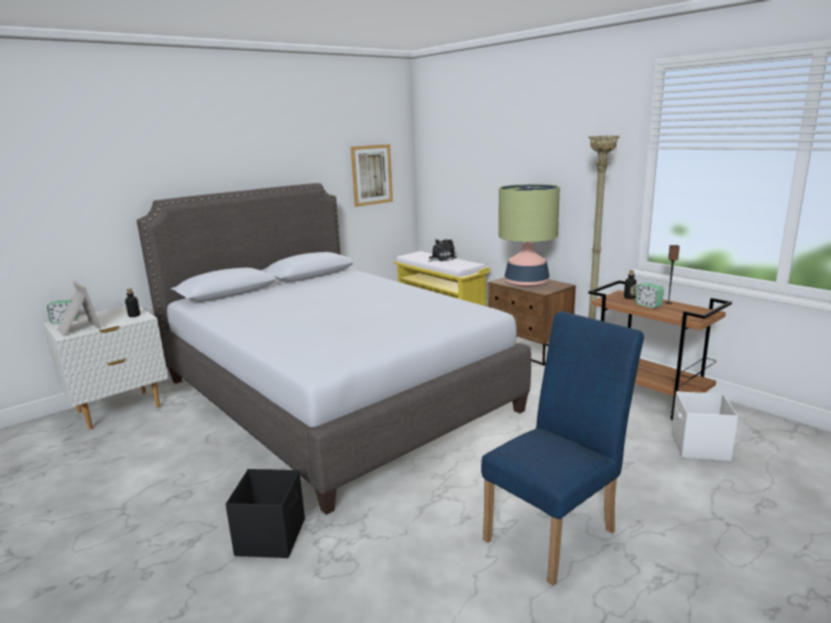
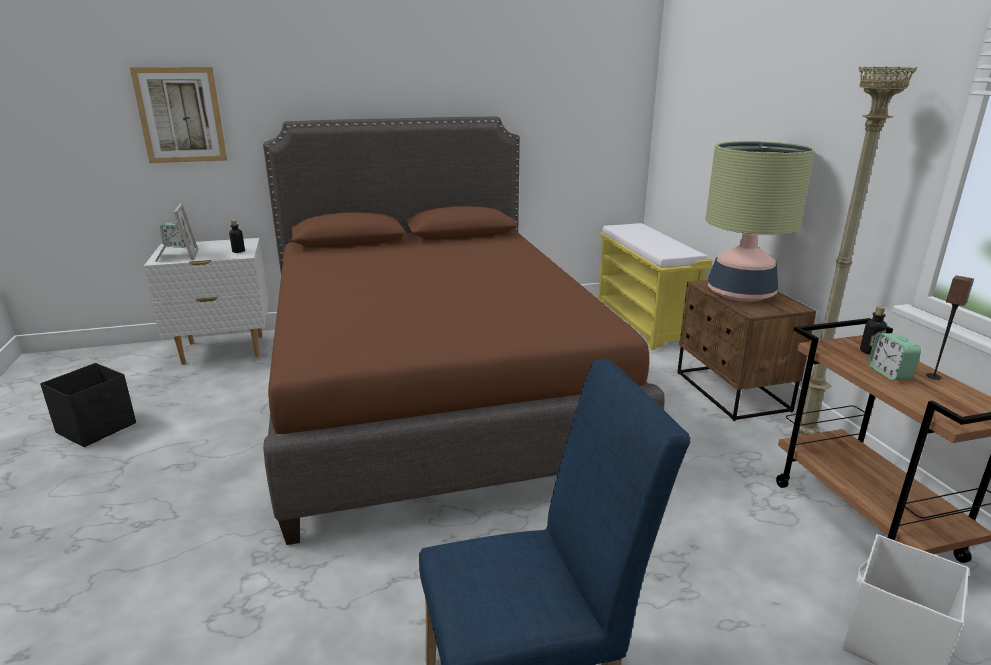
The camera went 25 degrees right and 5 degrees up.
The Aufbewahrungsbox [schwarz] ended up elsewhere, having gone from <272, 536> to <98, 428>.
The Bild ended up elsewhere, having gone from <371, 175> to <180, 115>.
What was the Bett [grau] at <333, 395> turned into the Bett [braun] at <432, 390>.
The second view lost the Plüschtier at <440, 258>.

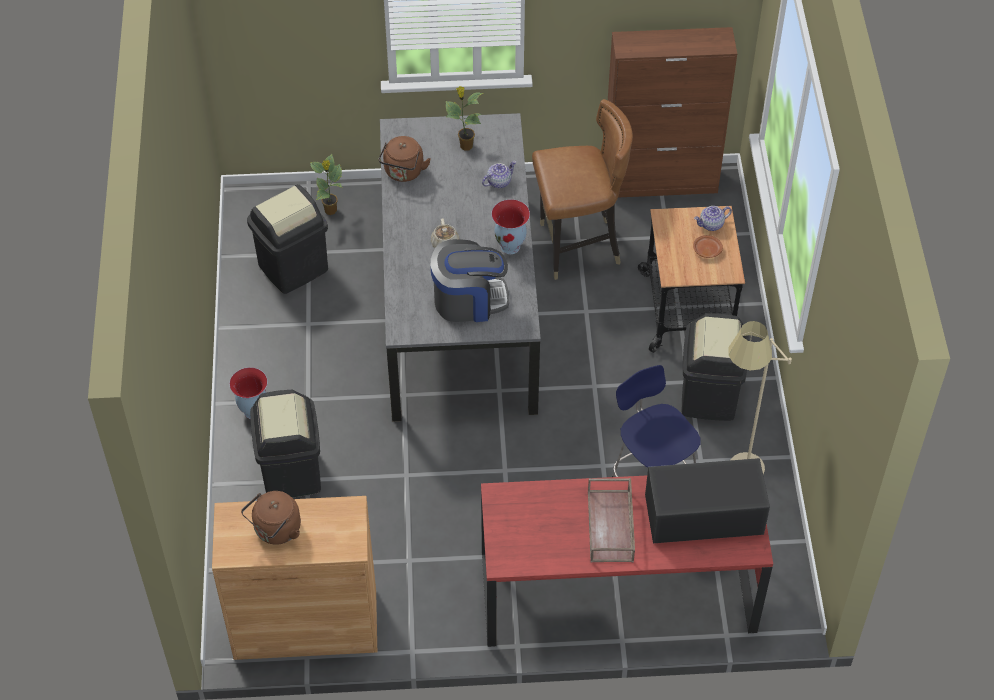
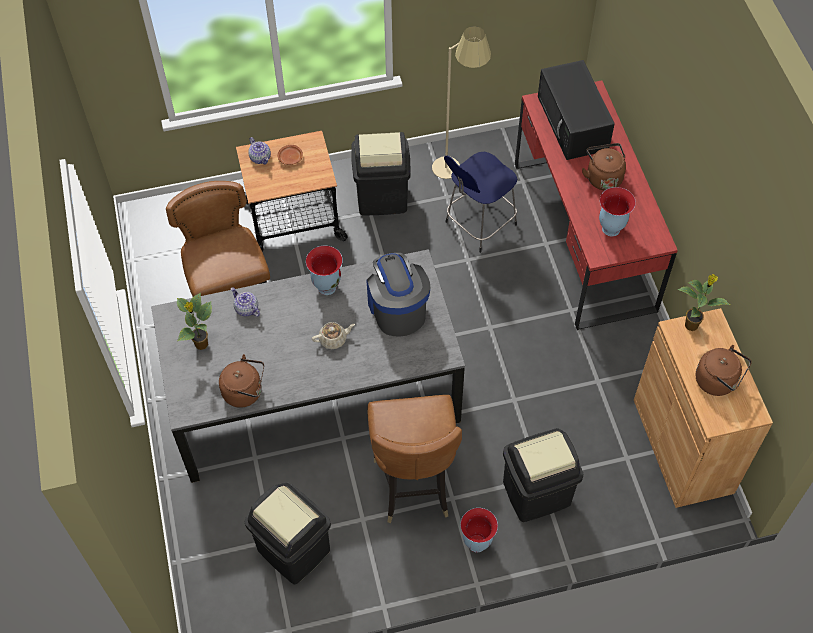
The camera went 100 degrees left and 5 degrees up.
The second view gained the Stuhl [braun] at <413, 485>.
Where the Tablett [braun] stood at <611, 527>, the Wasserkessel [braun] came to stand at <603, 177>.
The second view gained the Vase at <610, 228>.
The Topfpflanze ended up elsewhere, having gone from <330, 211> to <692, 324>.
The second view lost the Schrank [braun] at <660, 182>.

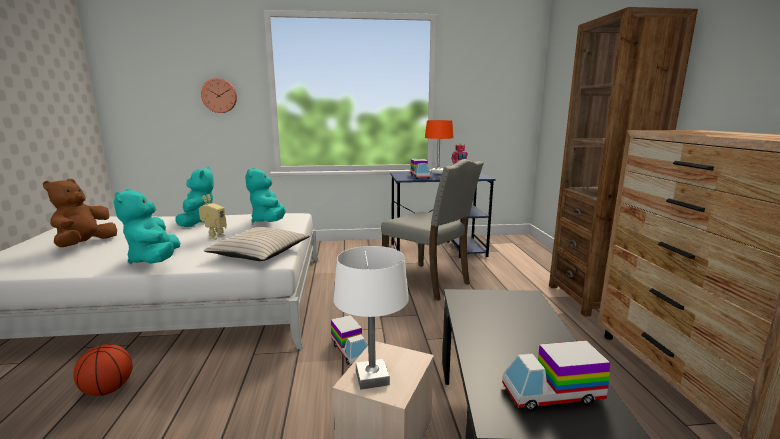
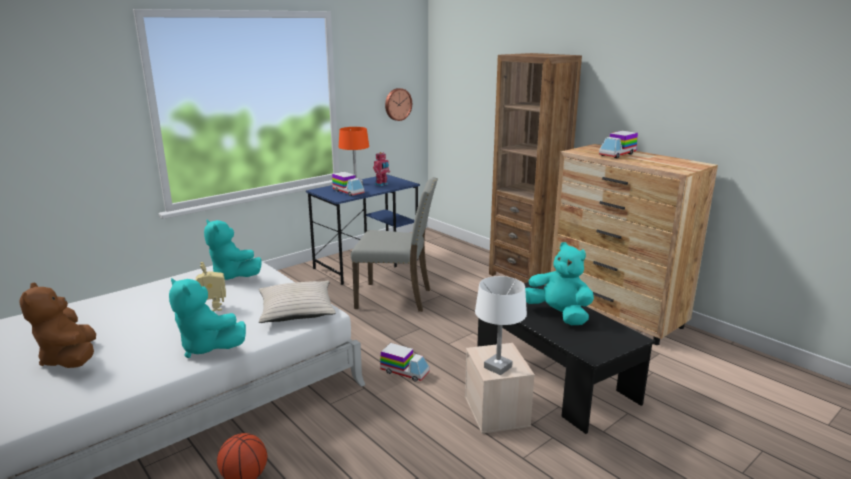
The camera went 35 degrees left and 5 degrees up.
The Wanduhr ended up elsewhere, having gone from <219, 95> to <397, 104>.
The Plüschtier [türkis] ended up elsewhere, having gone from <197, 222> to <558, 314>.
The Spielzeuglaster ended up elsewhere, having gone from <552, 394> to <617, 154>.

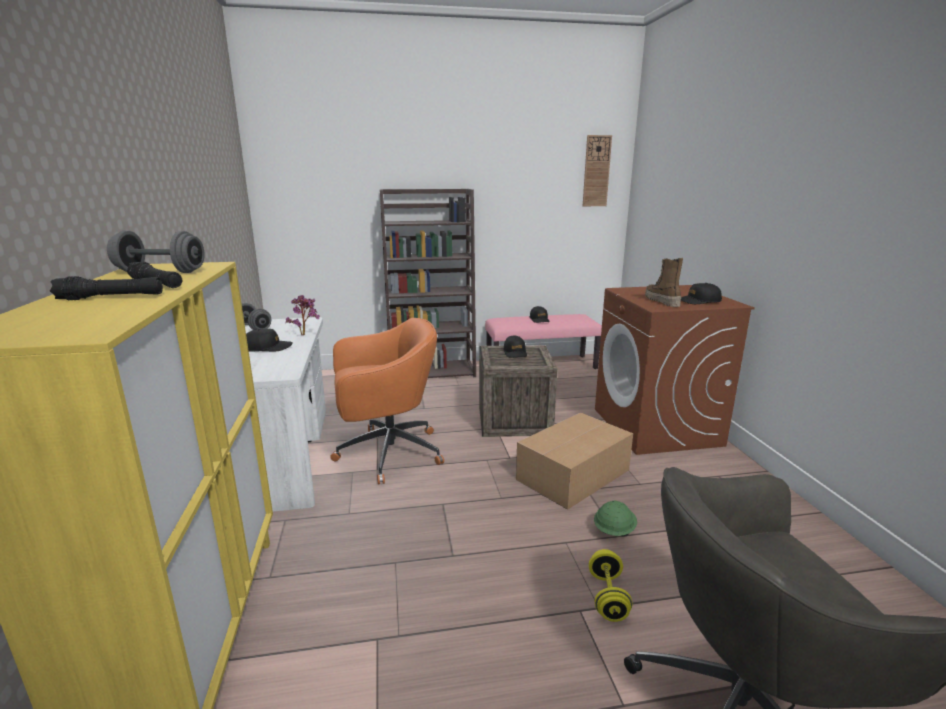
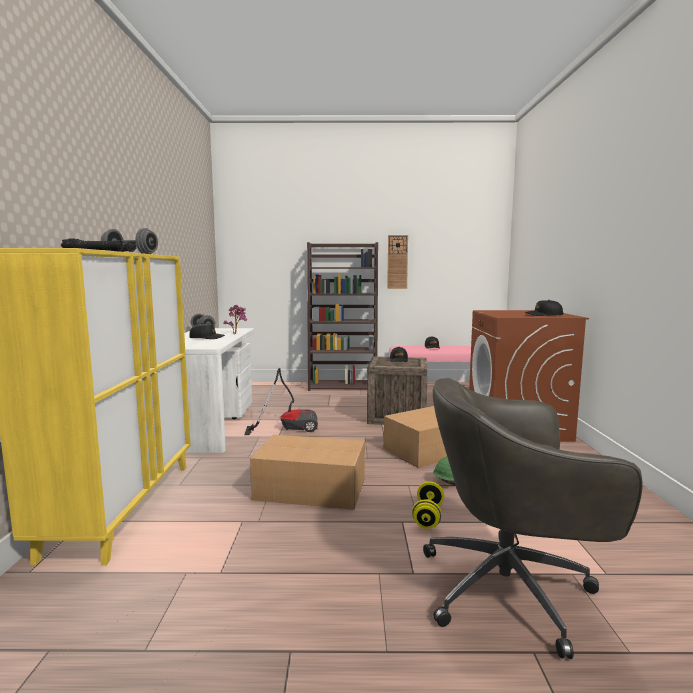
The camera went 10 degrees right and 10 degrees down.
Where the Bürostuhl [orange] stood at <387, 453>, the Staubsauger came to stand at <289, 428>.
The second view gained the Karton at <309, 488>.
The Wanduhr ended up elsewhere, having gone from <596, 171> to <397, 262>.
The second view lost the Stiefel at <661, 301>.

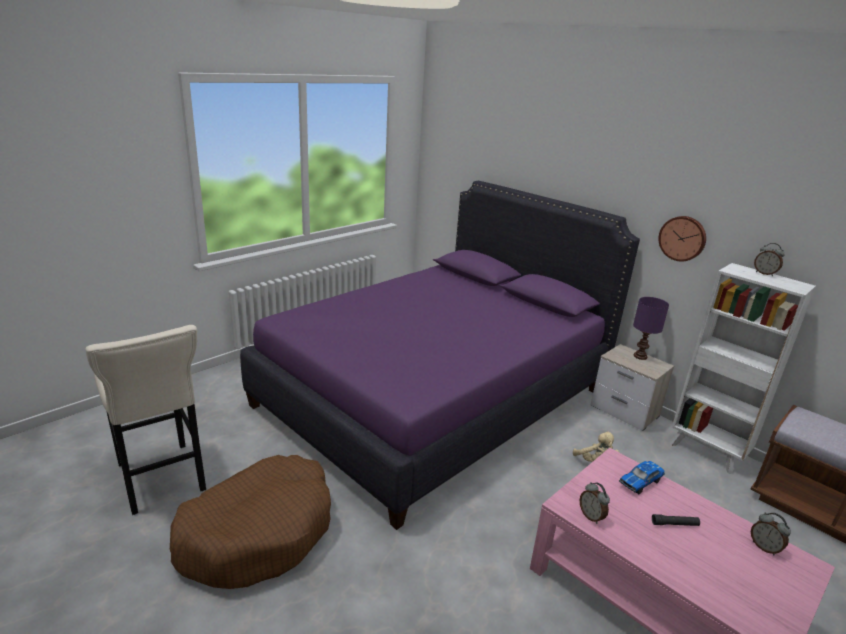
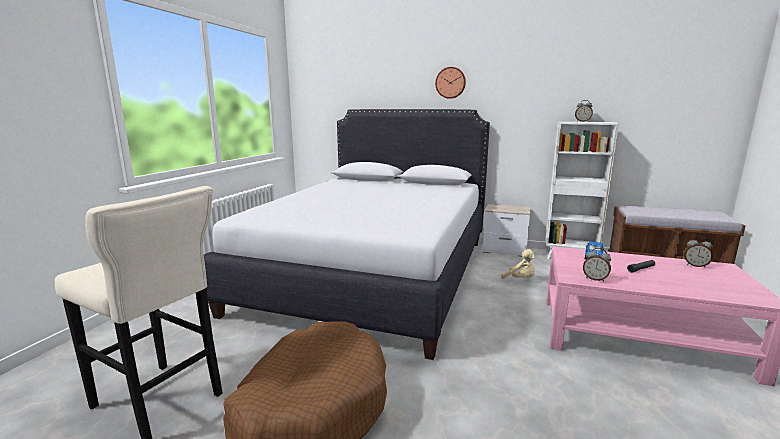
The camera went 25 degrees left and 10 degrees down.
What was the Bett [lila] at <433, 397> turned into the Bett [weiß] at <373, 273>.
The Wanduhr ended up elsewhere, having gone from <682, 238> to <450, 83>.
The second view lost the Tischlampe [lila] at <640, 356>.

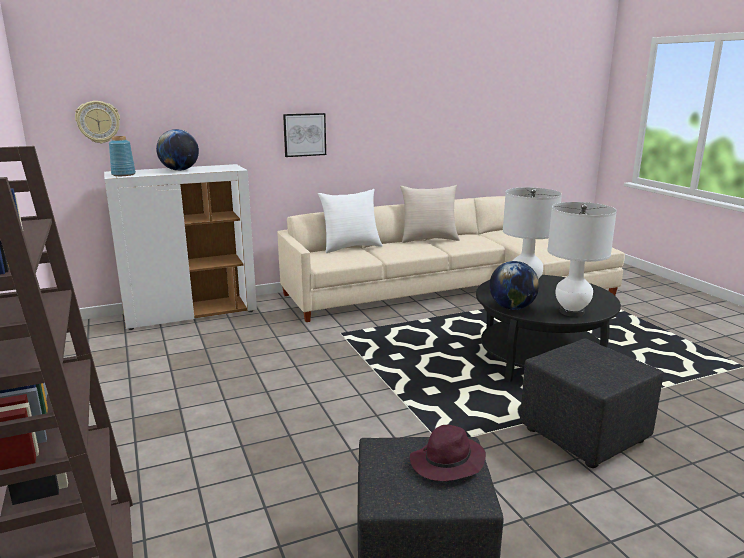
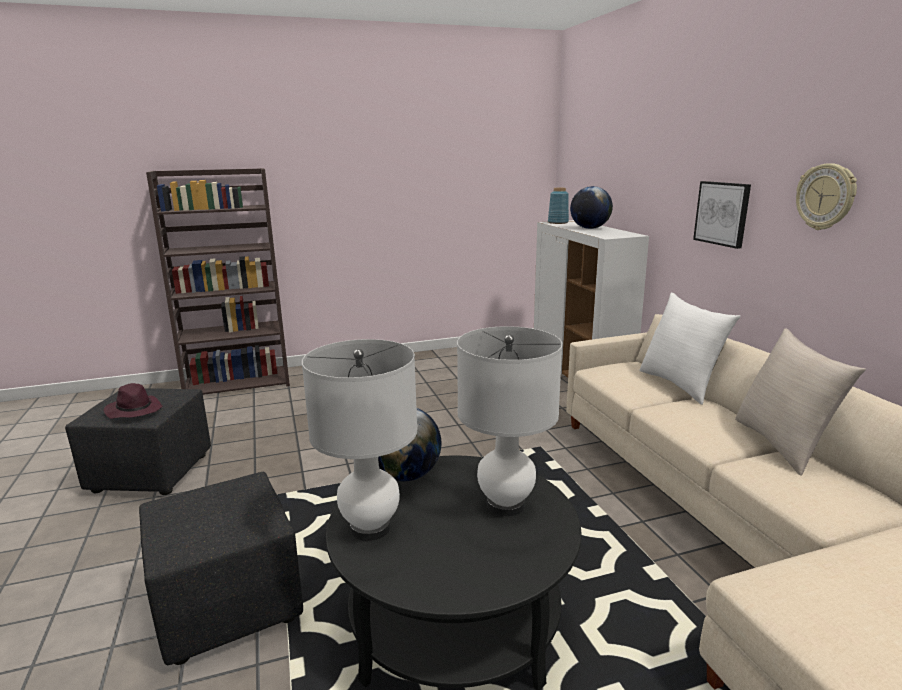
The camera went 95 degrees right and 0 degrees up.
The Wanduhr ended up elsewhere, having gone from <98, 122> to <825, 197>.

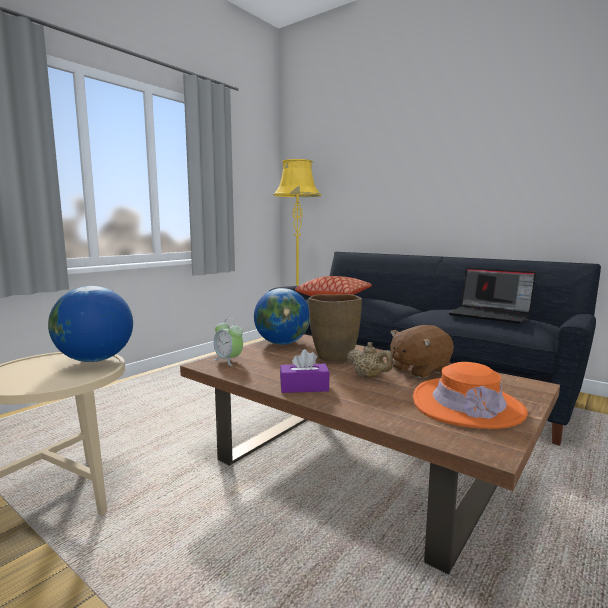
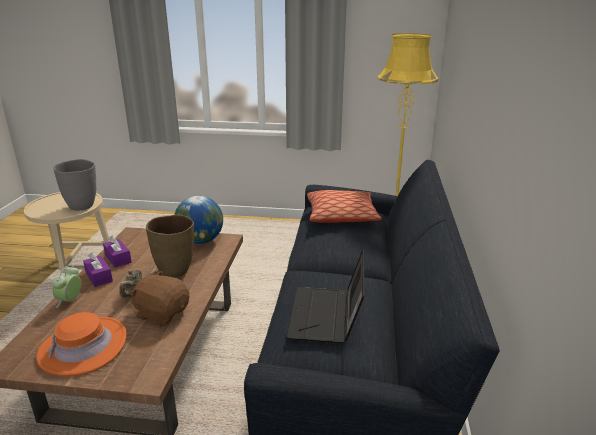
The camera went 60 degrees right and 15 degrees up.
The Wecker ended up elsewhere, having gone from <228, 360> to <70, 301>.
Where the Globus stood at <95, 360>, the Vase [grau] came to stand at <82, 206>.
The second view gained the Taschentuchbox [lila] at <118, 258>.

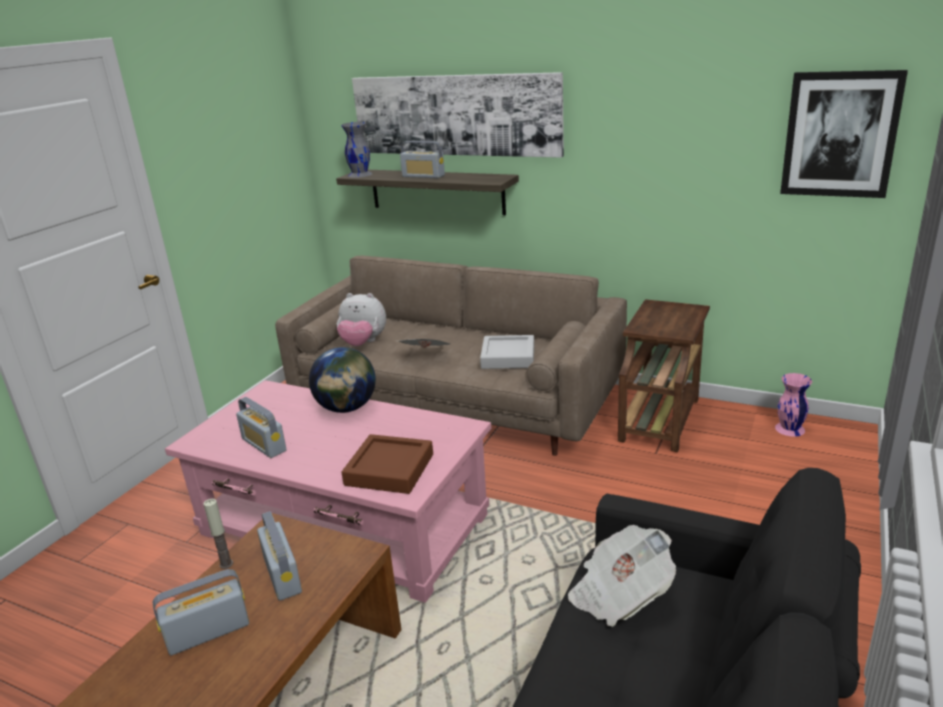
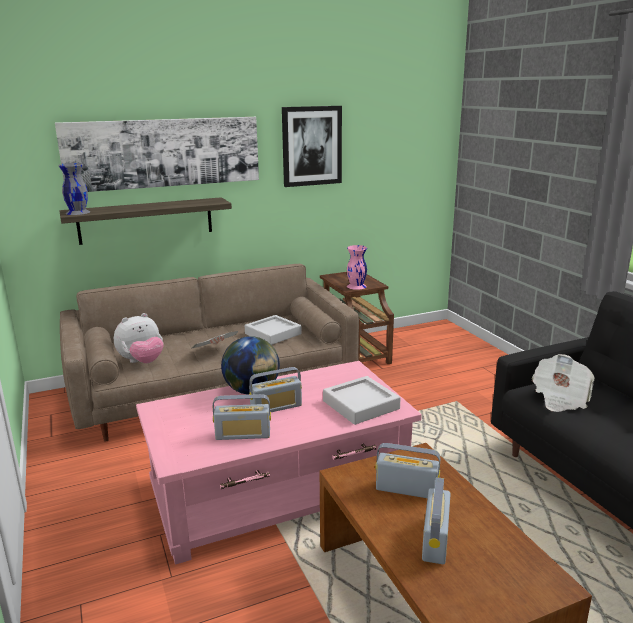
The camera went 50 degrees left and 5 degrees down.
The Radio ended up elsewhere, having gone from <423, 176> to <276, 407>.
The Bild ended up elsewhere, having gone from <840, 134> to <311, 146>.
What was the Tablett [braun] at <389, 470> turned into the Tablett [grau] at <361, 405>.
The Vase [rosa] ended up elsewhere, having gone from <789, 429> to <356, 286>.
The second view lost the Kerze at <226, 564>.

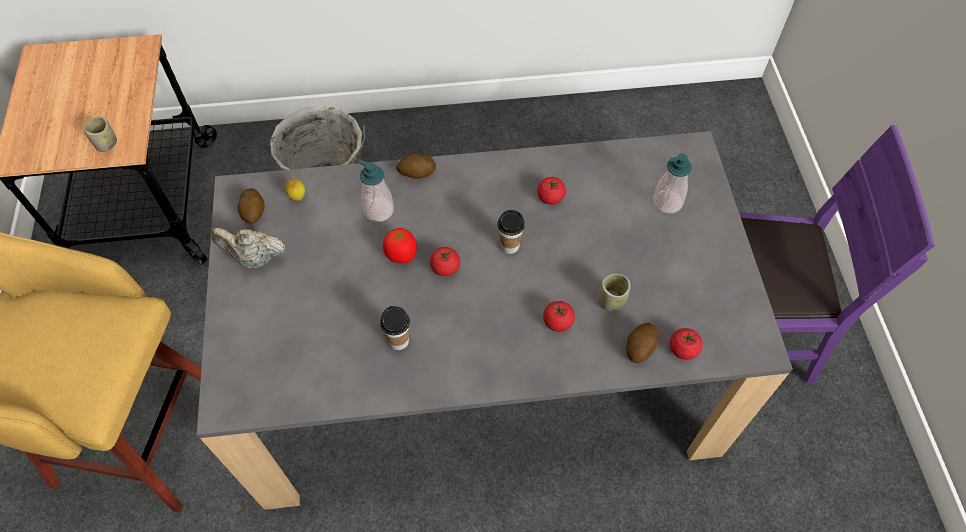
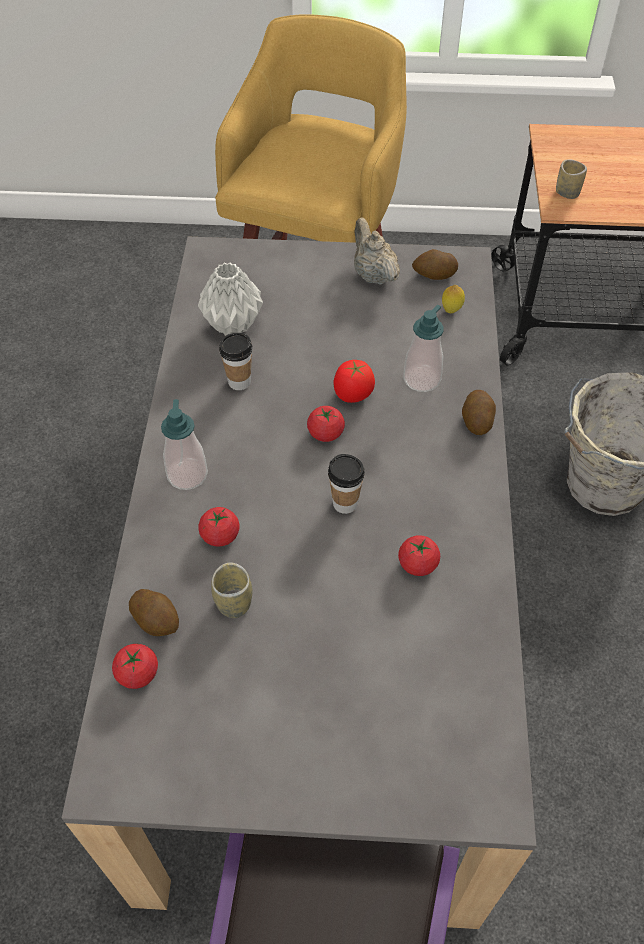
The camera went 100 degrees right and 5 degrees down.
The Seifenspender ended up elsewhere, having gone from <667, 202> to <187, 475>.
The second view gained the Vase [grau] at <233, 324>.
The Teekanne [beige] at <254, 258> ended up facing another way, 45 degrees counterclockwise from before.

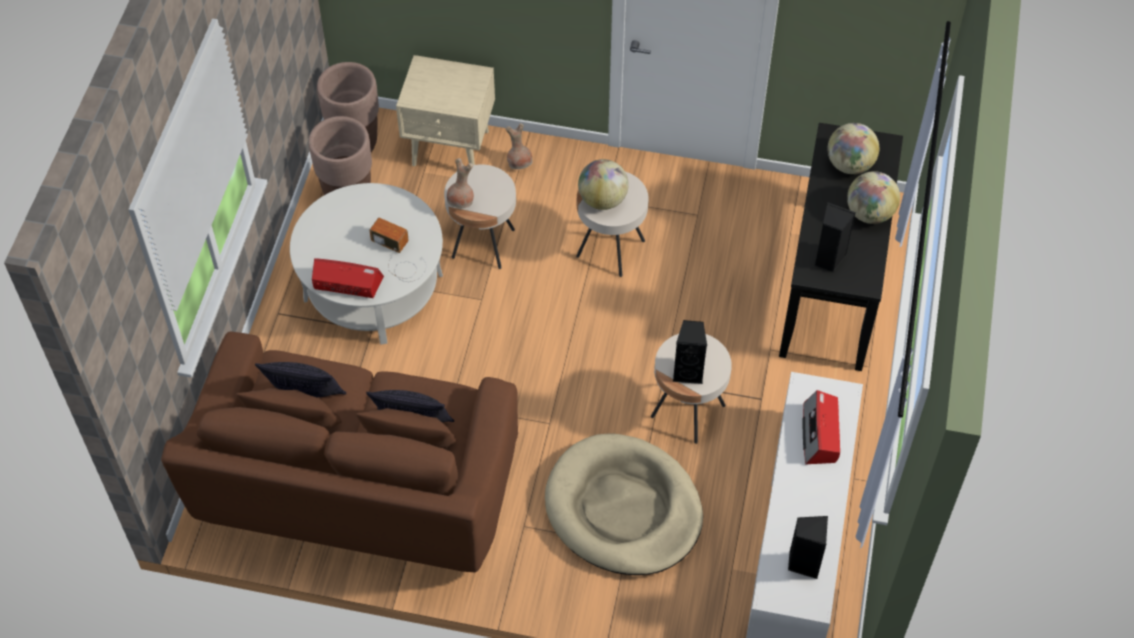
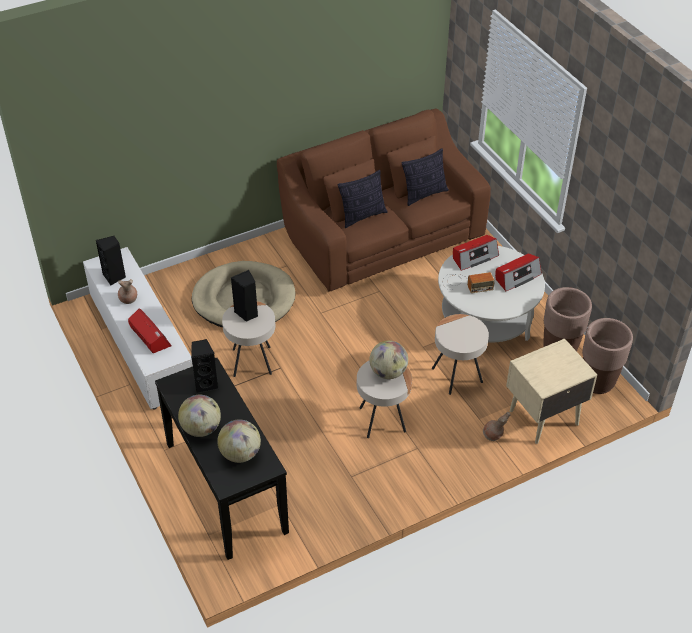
The camera went 140 degrees right and 10 degrees down.
The Vase [braun] ended up elsewhere, having gone from <461, 201> to <128, 300>.
The second view gained the Radio at <517, 277>.

